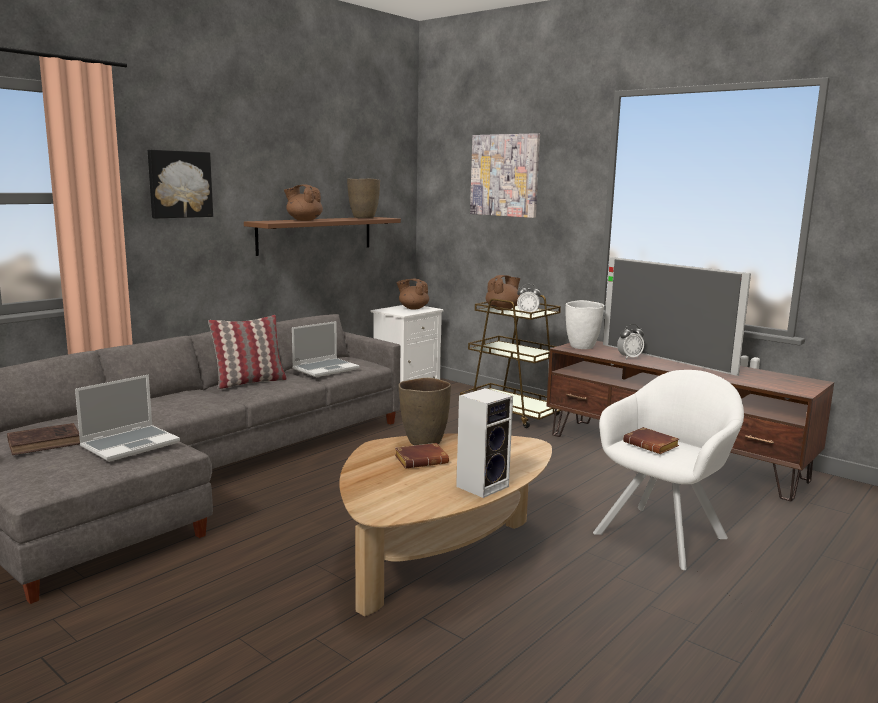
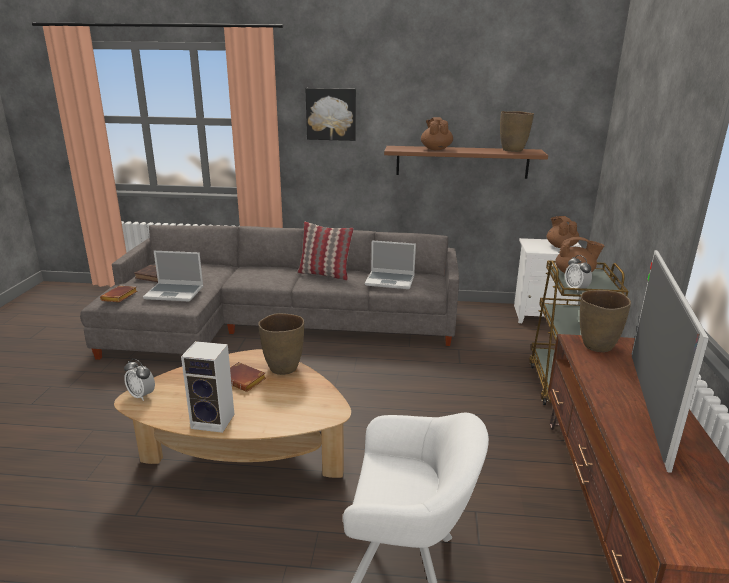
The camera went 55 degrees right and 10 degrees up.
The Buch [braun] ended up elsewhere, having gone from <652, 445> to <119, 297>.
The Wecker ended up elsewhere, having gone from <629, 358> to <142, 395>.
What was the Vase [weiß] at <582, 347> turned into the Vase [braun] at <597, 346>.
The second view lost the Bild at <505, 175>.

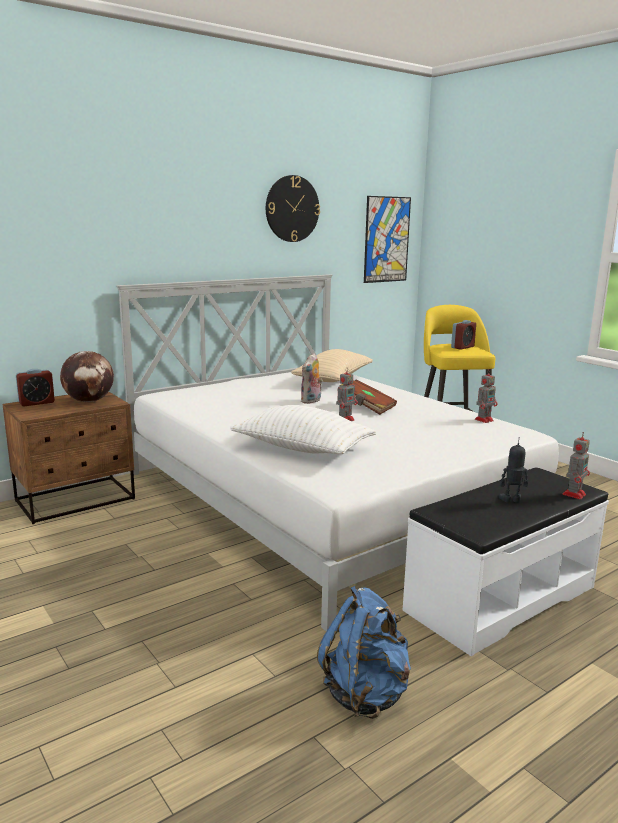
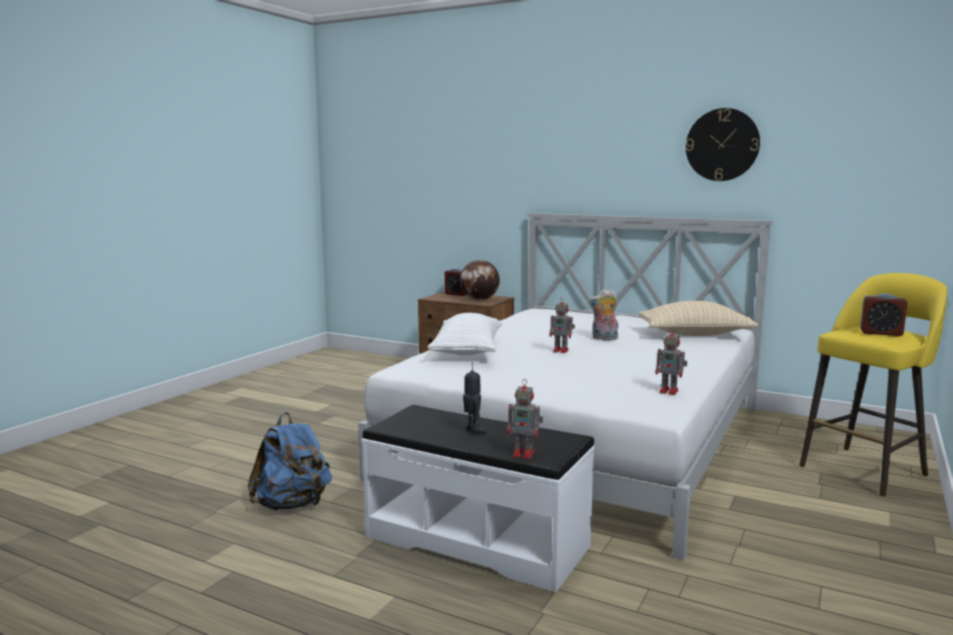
The camera went 65 degrees right and 5 degrees down.
The second view lost the Buch [braun] at <366, 407>.
The second view lost the Bild at <386, 239>.

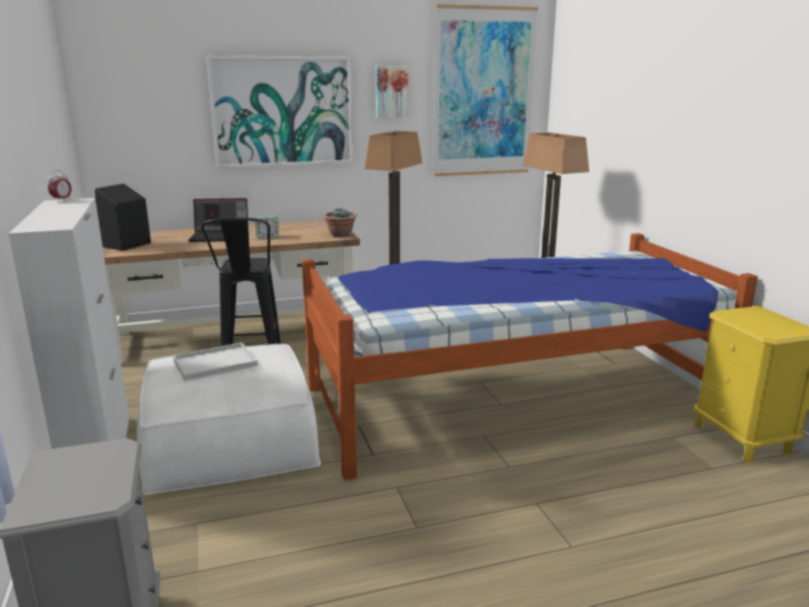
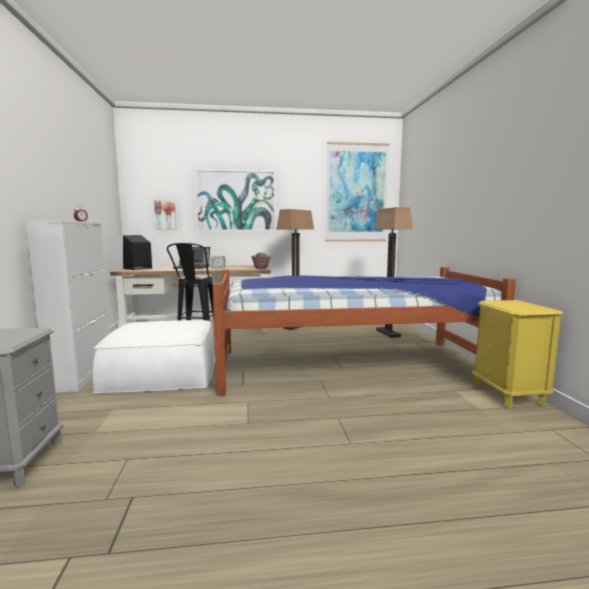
The camera went 10 degrees right and 10 degrees down.
The Bild ended up elsewhere, having gone from <391, 91> to <165, 215>.
The second view lost the Tablett [weiß] at <213, 363>.

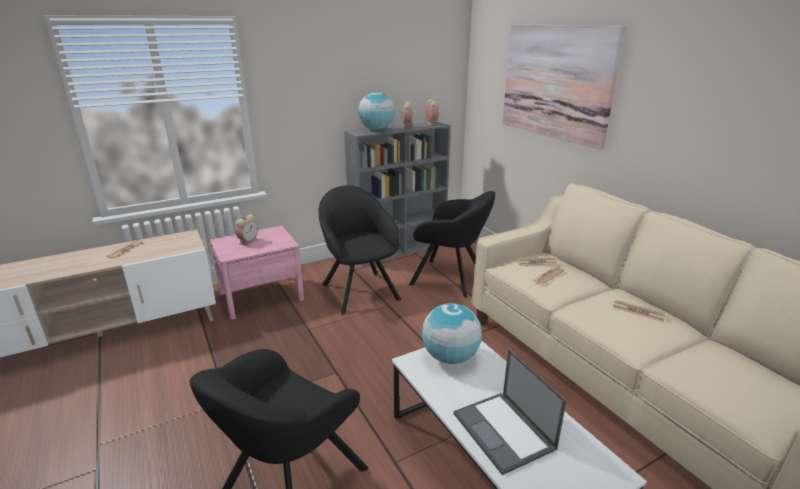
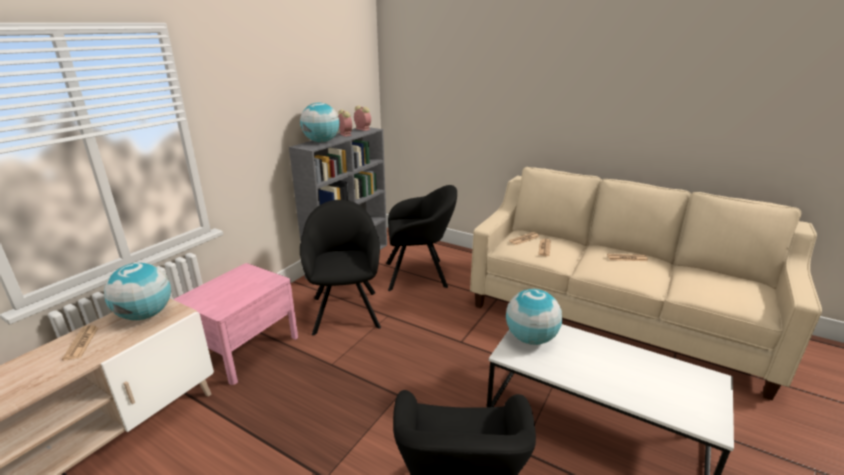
The camera went 30 degrees left and 0 degrees up.
The second view gained the Globus at <145, 315>.
The Sessel [schwarz] at <359, 289> ended up facing another way, 45 degrees clockwise from before.
The second view lost the Wecker at <248, 241>.
The second view lost the Laptop at <504, 432>.
The second view lost the Bild at <556, 82>.

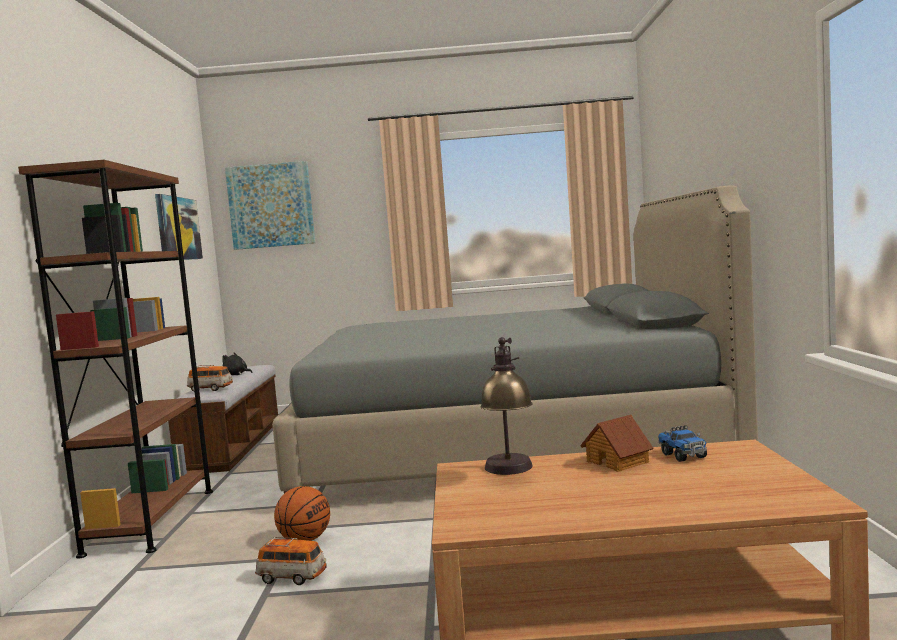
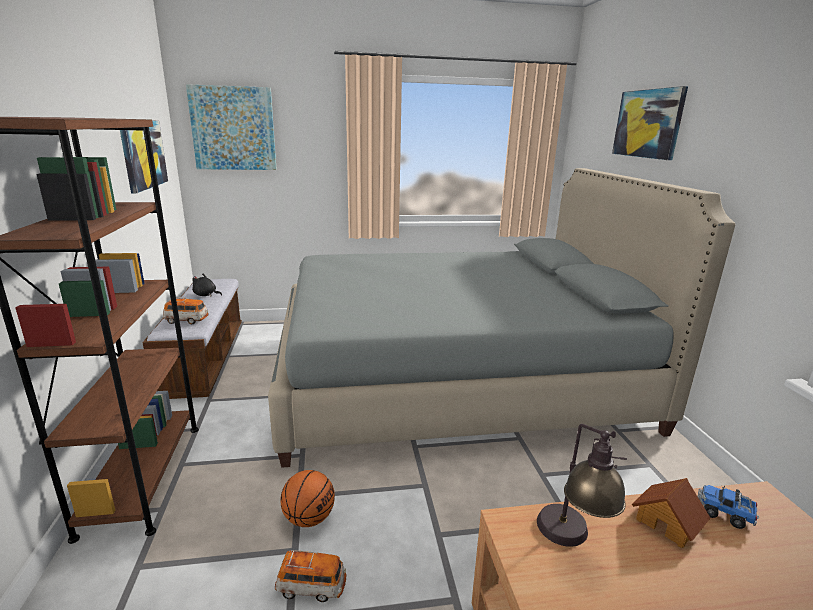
The camera went 10 degrees left and 15 degrees up.
The second view gained the Bild at <648, 123>.
The Spielzeuglaster at <683, 455> ended up facing another way, 150 degrees clockwise from before.

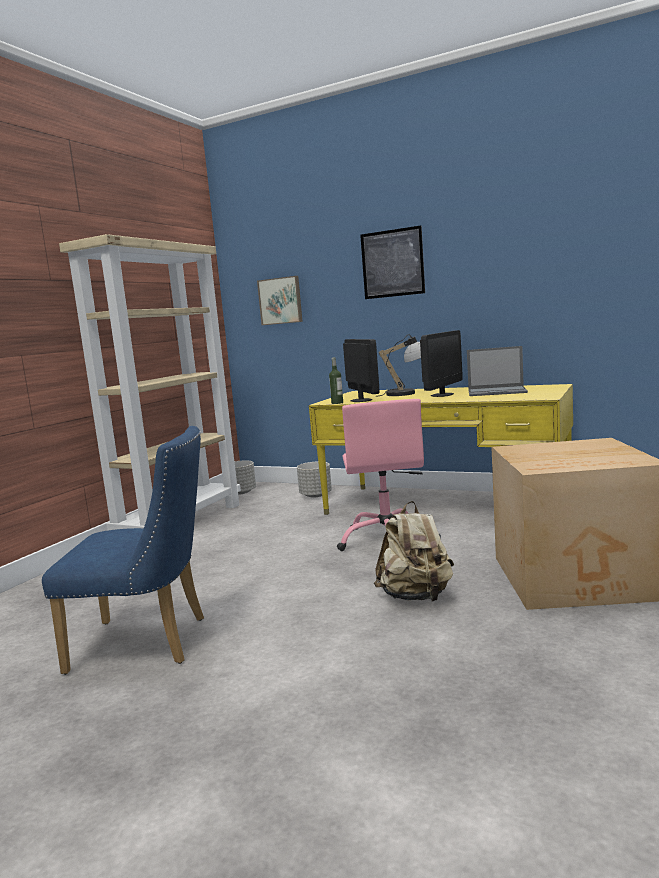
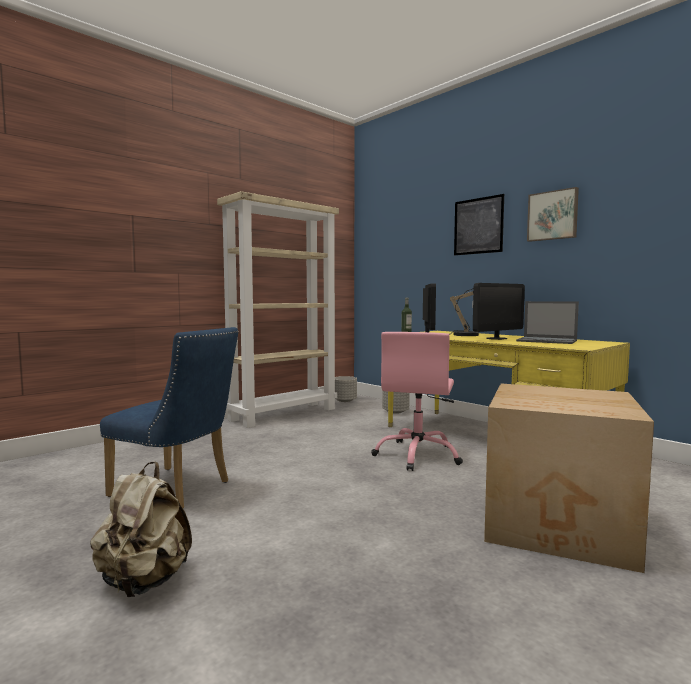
The camera went 20 degrees right and 5 degrees down.
The Rucksack [beige] ended up elsewhere, having gone from <416, 597> to <144, 581>.
The Bild ended up elsewhere, having gone from <281, 301> to <553, 215>.

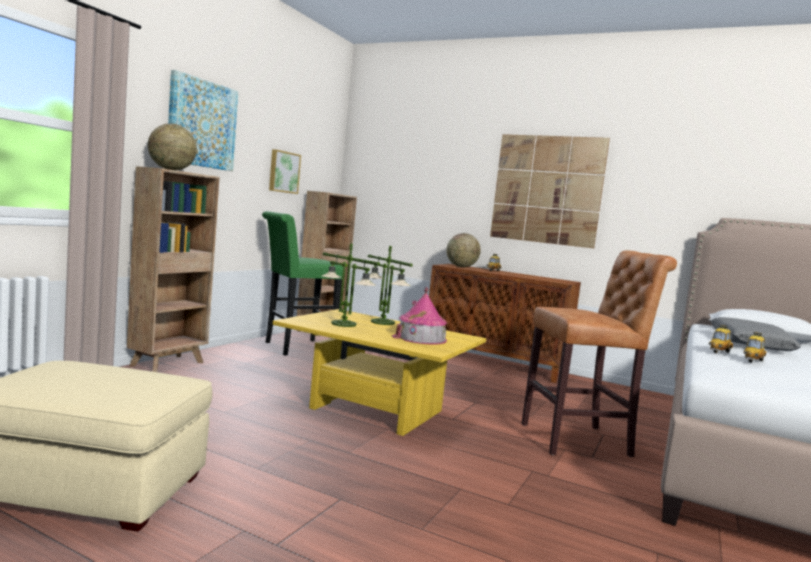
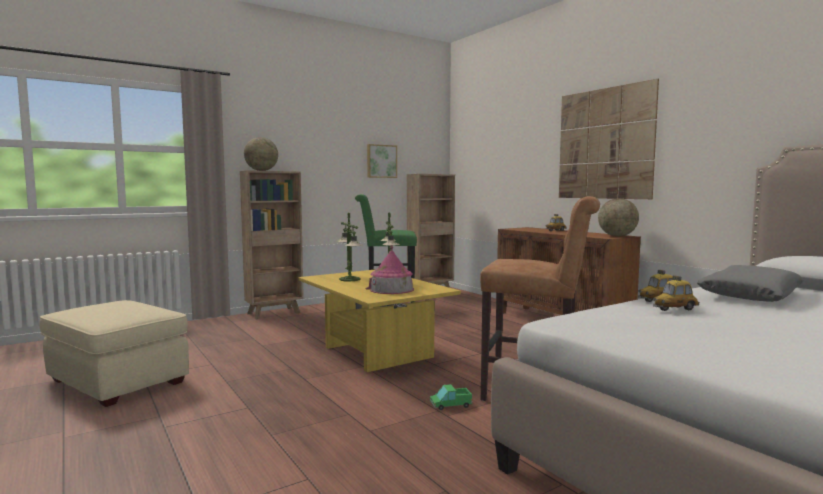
The camera went 30 degrees right and 0 degrees up.
The second view gained the Spielzeuglaster at <450, 405>.
The Globus ended up elsewhere, having gone from <461, 267> to <617, 236>.
The second view lost the Bild at <202, 124>.

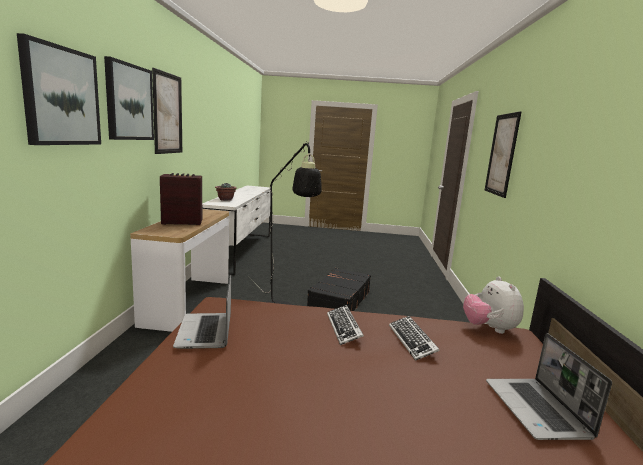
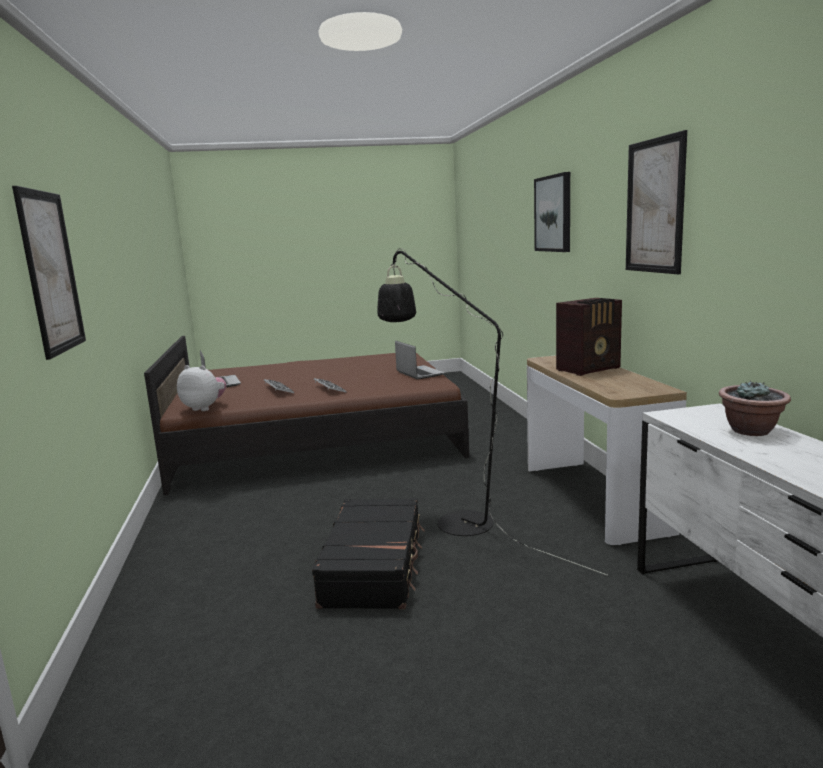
The camera went 165 degrees right and 0 degrees up.
The Plüschtier at <489, 329> ended up facing another way, 45 degrees counterclockwise from before.
The second view lost the Bild at <129, 102>.

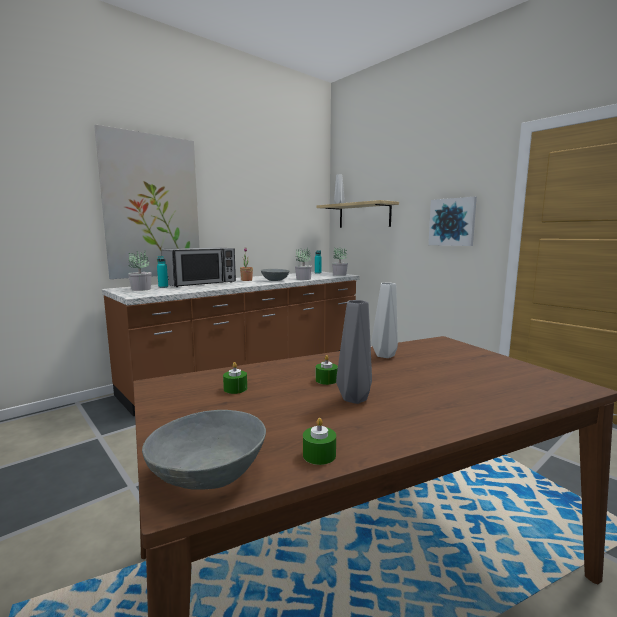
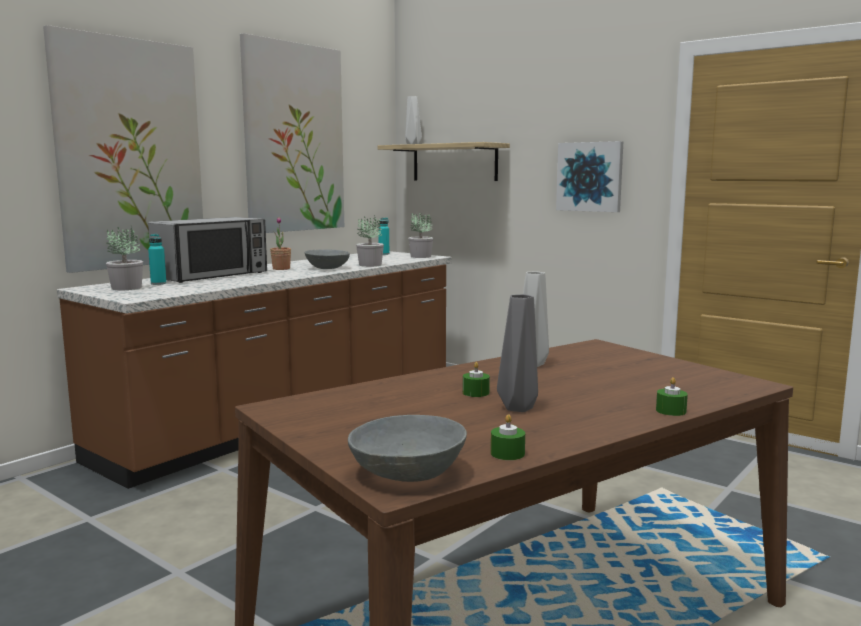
The camera went 10 degrees left and 0 degrees up.
The second view gained the Bild at <294, 138>.
The Kerze [grün] ended up elsewhere, having gone from <235, 389> to <671, 411>.

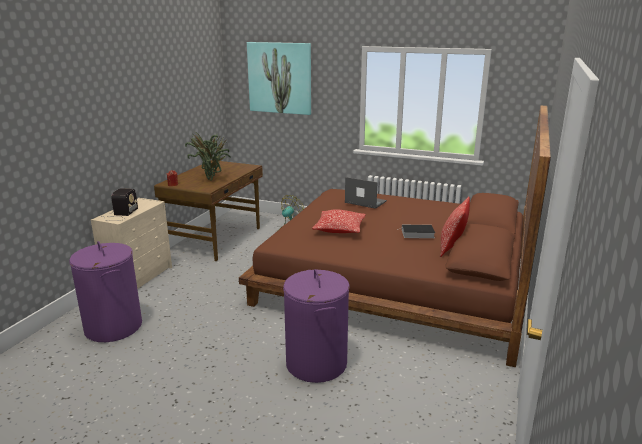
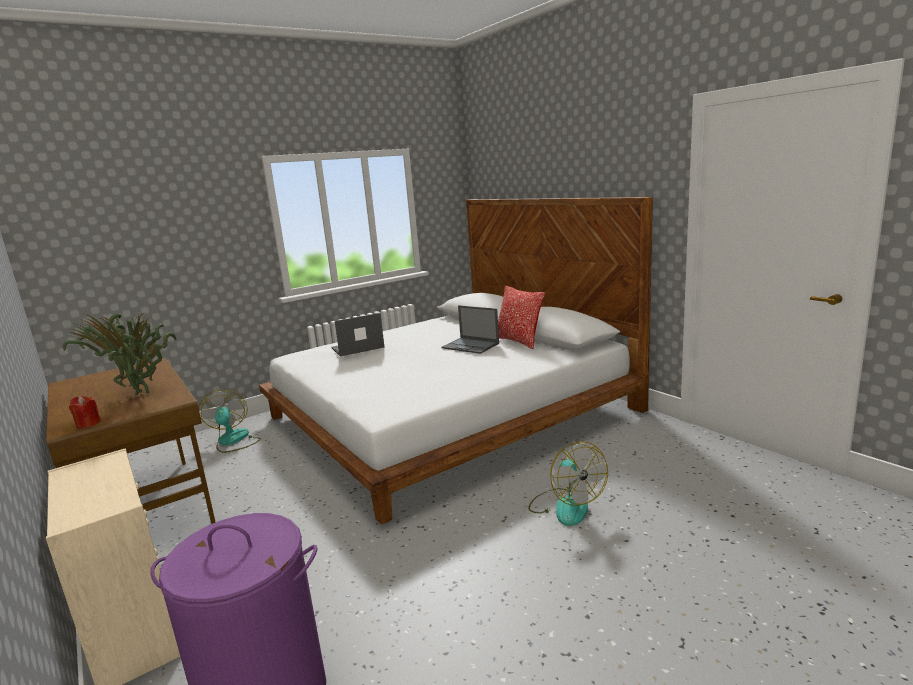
The camera went 55 degrees left and 5 degrees down.
What was the Bett [braun] at <396, 278> turned into the Bett [weiß] at <447, 413>.
Where the Buch stood at <416, 233>, the Laptop came to stand at <471, 346>.
Where the Wäschekorb [lila] stood at <316, 363>, the Ventilator came to stand at <565, 506>.
The second view lost the Radio at <120, 214>.
The second view lost the Bild at <280, 78>.
The second view lost the Kissen at <339, 229>.

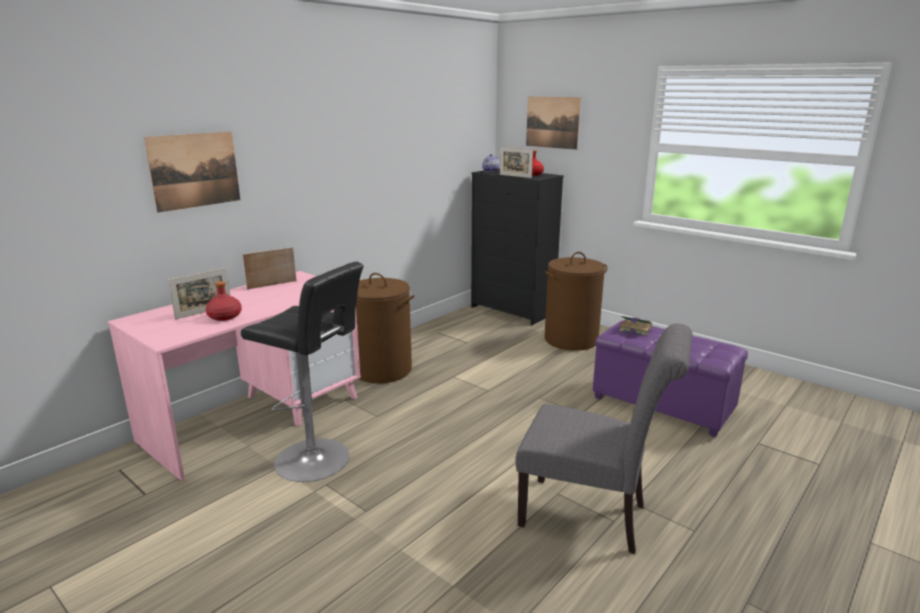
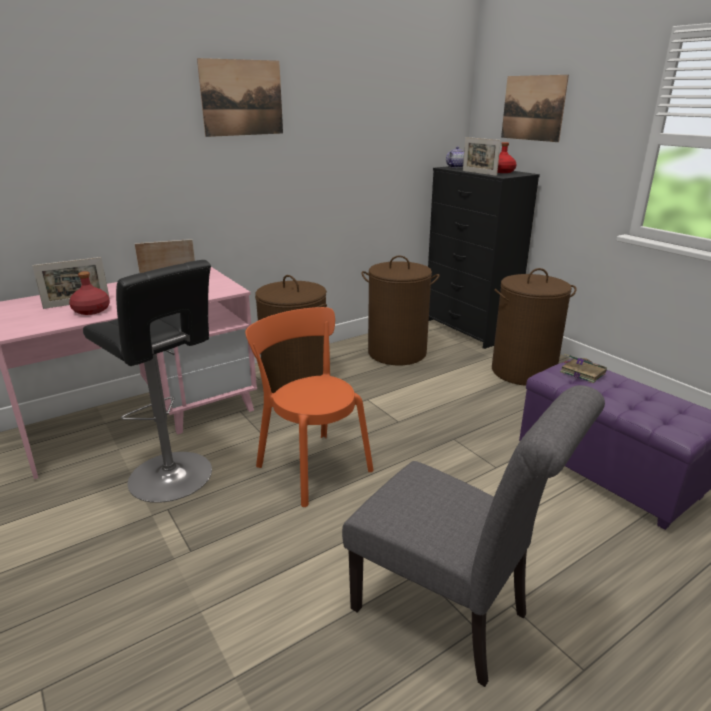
The camera went 15 degrees right and 5 degrees up.
The Bild ended up elsewhere, having gone from <195, 170> to <242, 98>.
The second view gained the Stuhl [orange] at <311, 465>.
The second view gained the Wäschekorb [braun] at <397, 353>.

